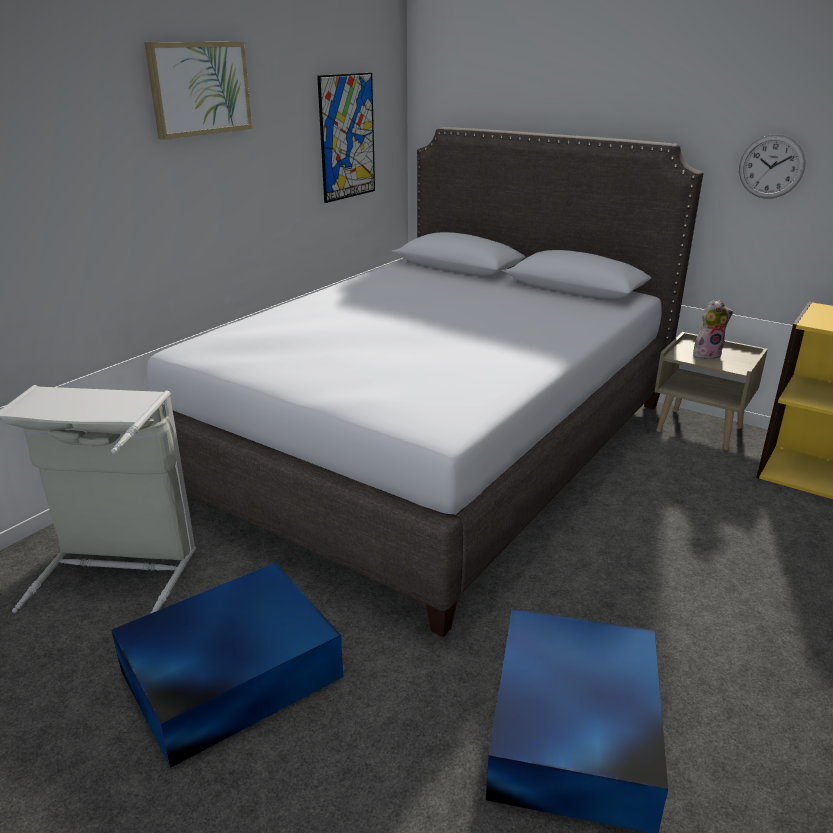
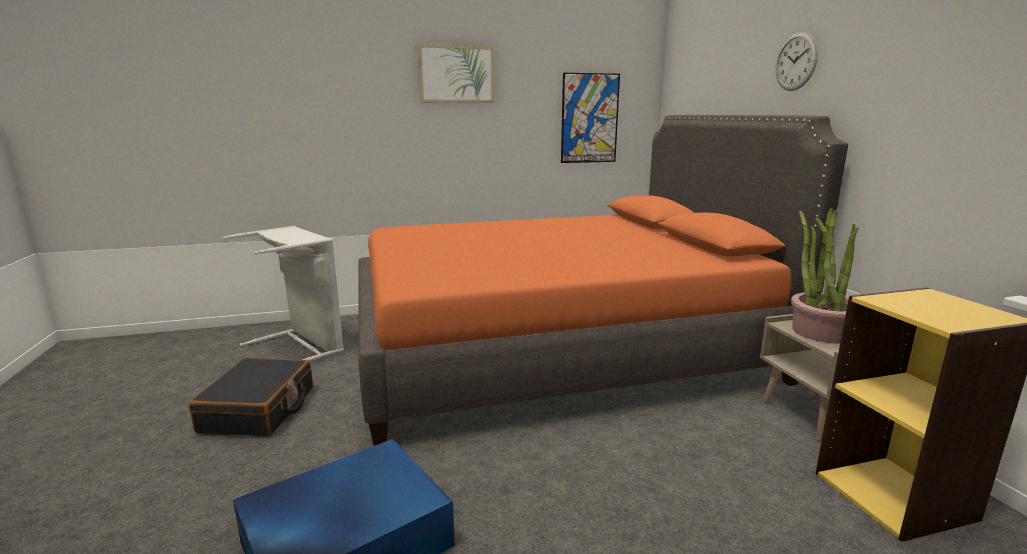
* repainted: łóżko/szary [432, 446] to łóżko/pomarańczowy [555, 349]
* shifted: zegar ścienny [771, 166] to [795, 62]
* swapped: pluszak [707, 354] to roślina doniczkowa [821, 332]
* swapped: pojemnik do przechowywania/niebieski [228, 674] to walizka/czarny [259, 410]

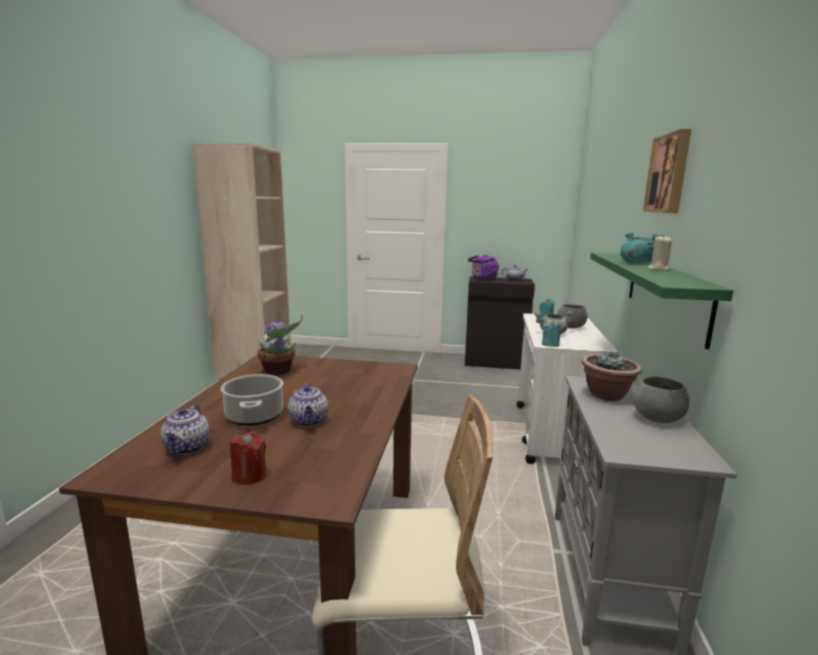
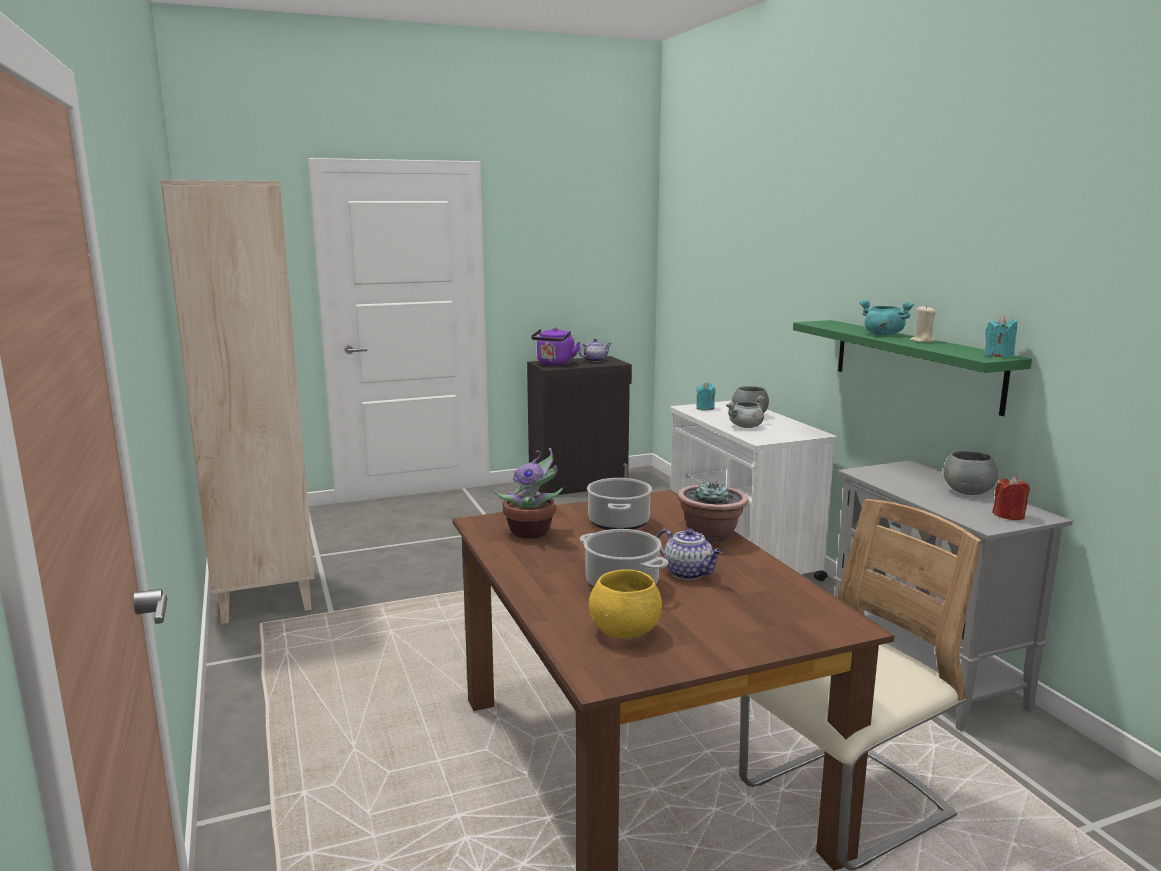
* gone: obraz [669, 174]
* shifted: świeca/turkusowy [550, 344] to [998, 355]
* shifted: roślina doniczkowa [607, 395] to [710, 536]
* swapped: imbryk [187, 448] to miska/żółty [625, 631]
* shifted: świeca/czerwony [249, 475] to [1009, 516]
* new: garnek [618, 522]

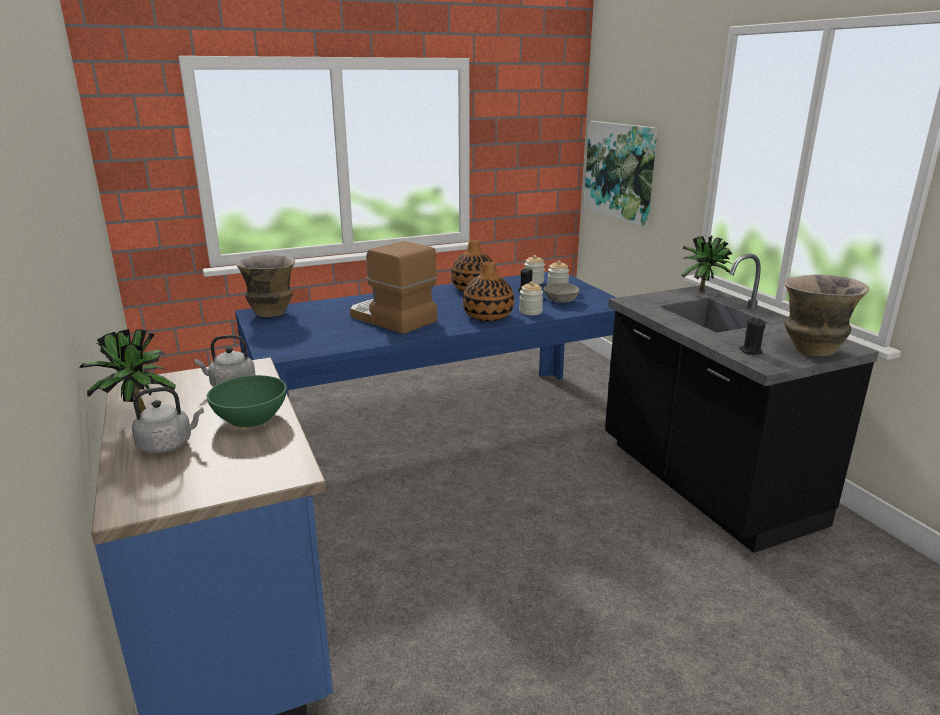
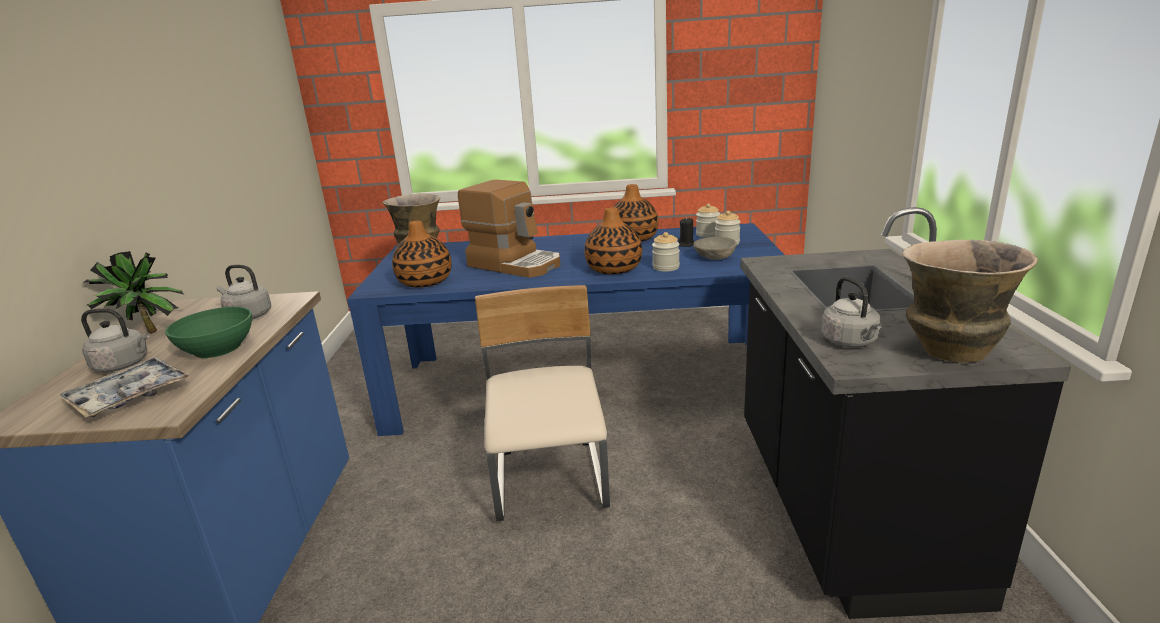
* gone: obraz [620, 171]
* gone: roślina doniczkowa [702, 290]
* rotated: ekspres do kawy [391, 319] = [515, 264] 150 degrees clockwise
* swapped: świeca/czarny [750, 351] to czajnik/szary [851, 342]
* new: wazon [425, 282]
* new: krzesło/beżowy [551, 481]
* new: taca [129, 396]

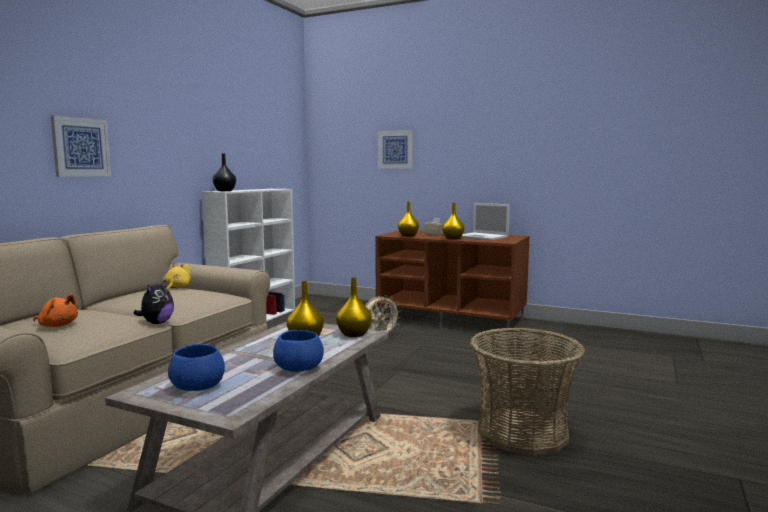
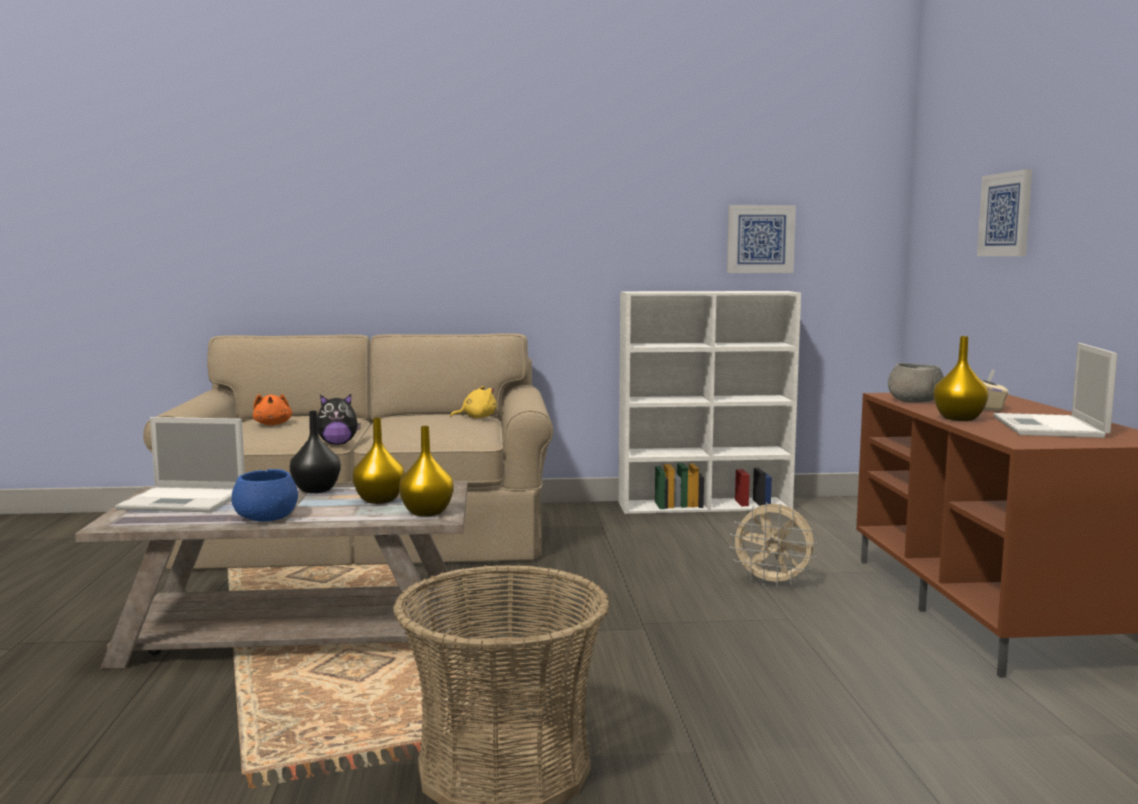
* shifted: obraz [81, 147] to [760, 239]
* shifted: wazon/czarny [225, 191] to [317, 490]
* swapped: wazon/żółty [407, 236] to miska/szary [914, 401]
* swapped: miska/niebieski [197, 386] to laptop [185, 501]

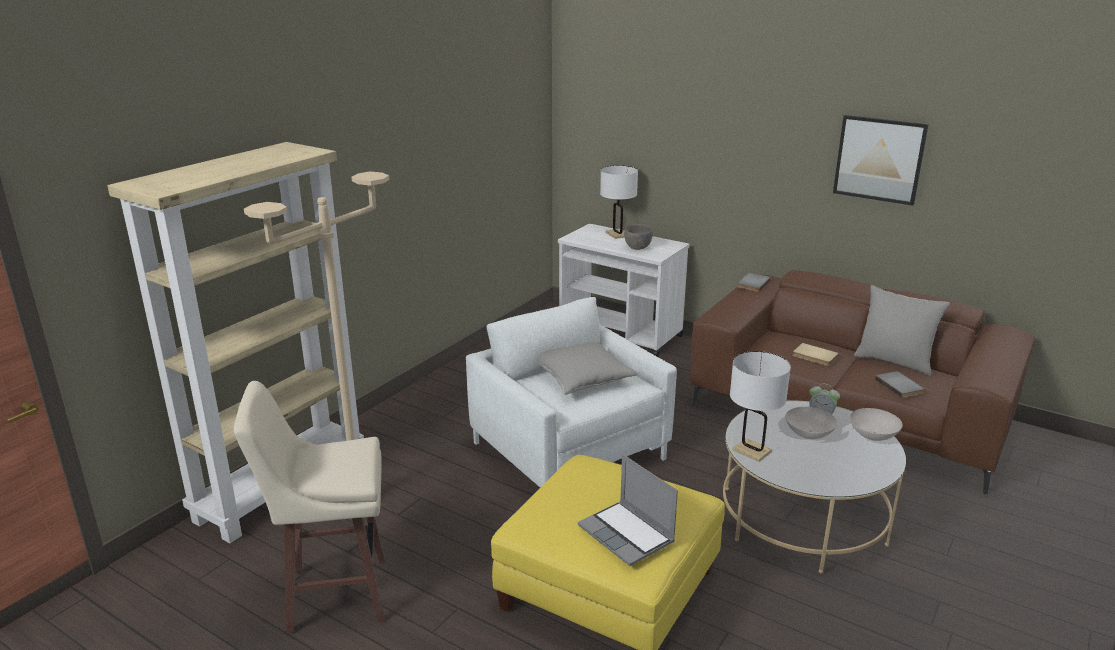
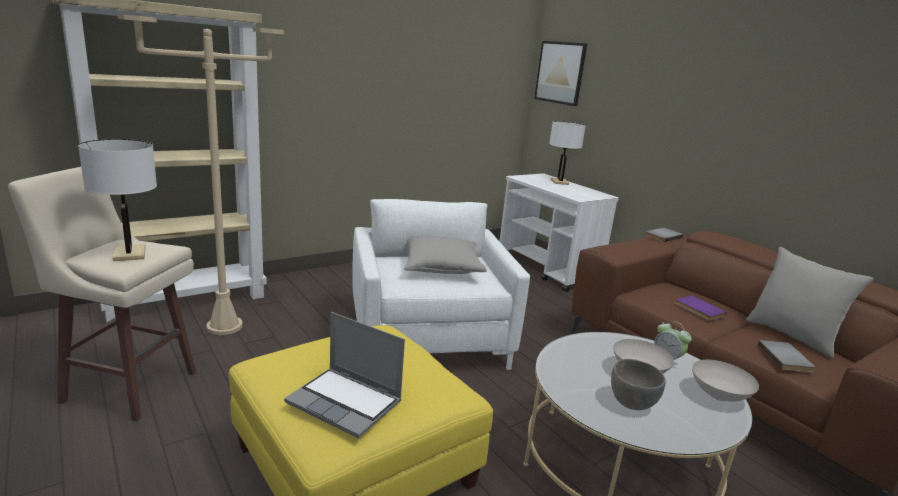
* shifted: obraz [879, 159] to [560, 73]
* shifted: miska/szary [637, 247] to [632, 402]
* repainted: książka/beżowy [814, 356] to książka/fioletowy [698, 310]
* shifted: lampa stołowa/biały [752, 451] to [129, 254]
* rotated: laptop [627, 535] = [346, 403] 45 degrees counterclockwise

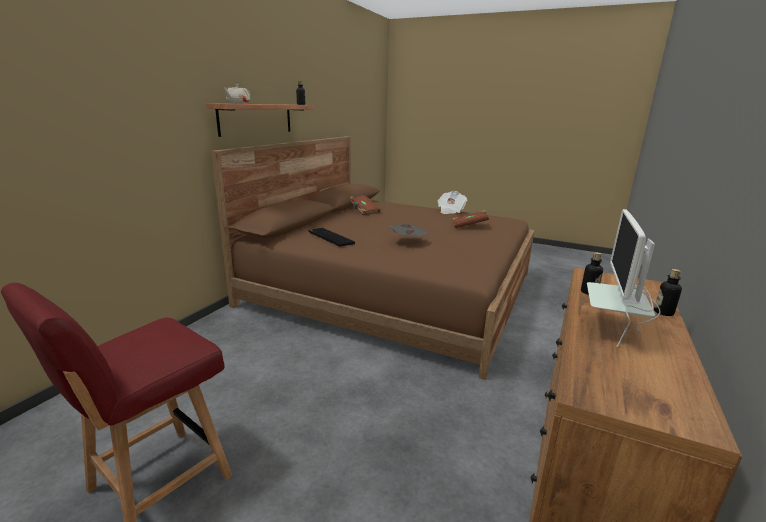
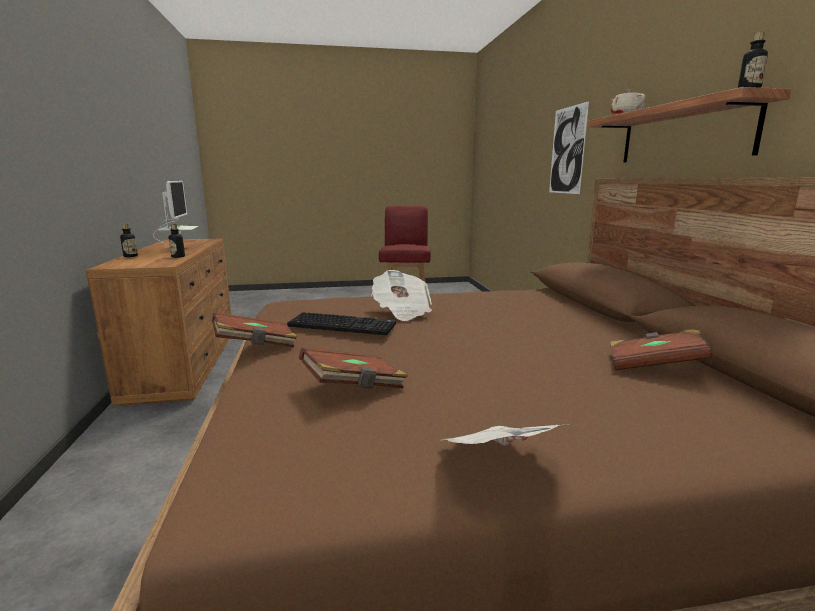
* shifted: klawiatura [329, 238] to [343, 325]
* new: obraz [567, 150]
* new: książka/brązowy [255, 345]

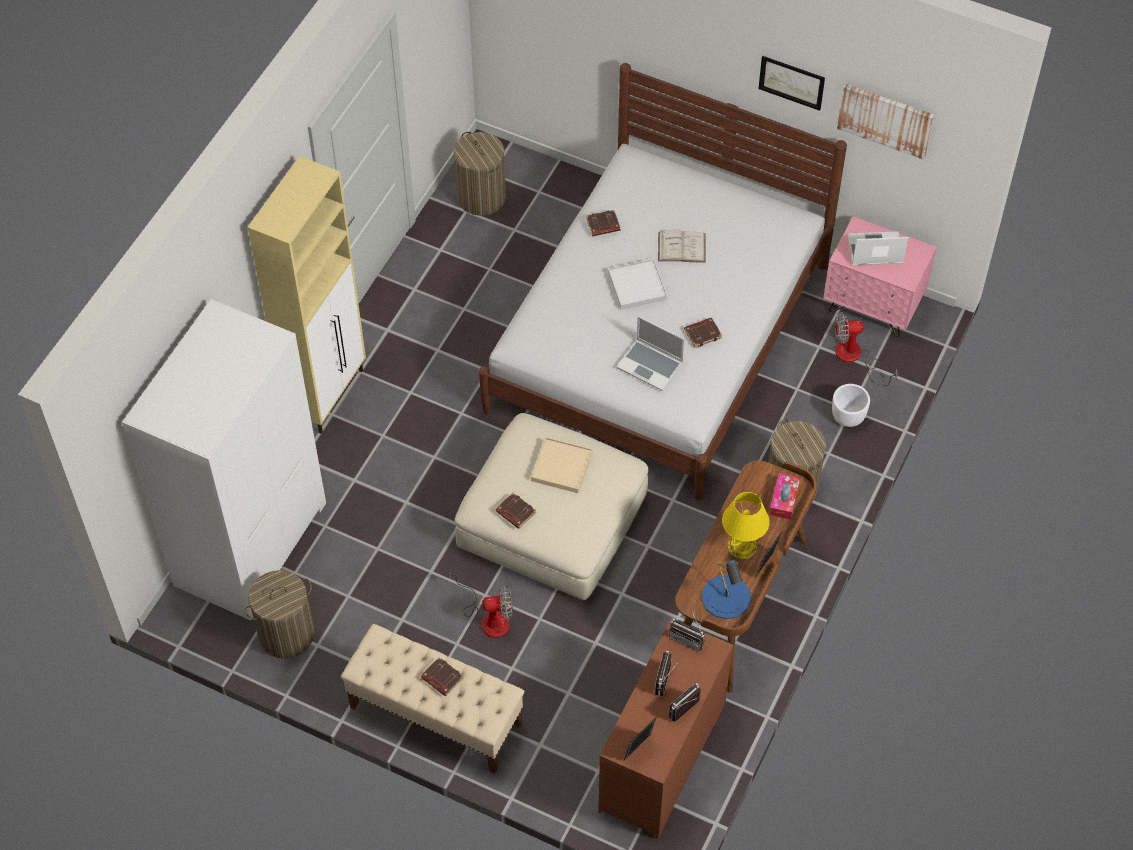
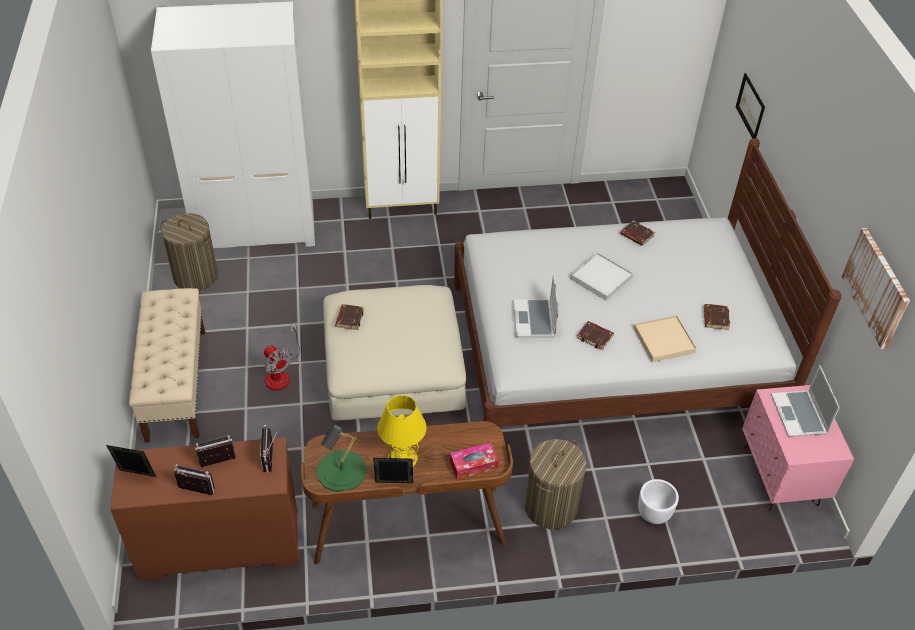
* shifted: obraz [791, 82] to [750, 106]
* gone: kosz na pranie [481, 197]
* gone: książka/biały [681, 247]
* rotated: laptop [874, 250] = [799, 415] 150 degrees counterclockwise
* gone: wentylator [855, 358]
* shifted: taca/beżowy [561, 467] to [663, 340]
* repainted: lampa stołowa/niebieski [726, 597] to lampa stołowa/zielony [341, 471]
* shifted: książka/brązowy [441, 678] to [715, 318]

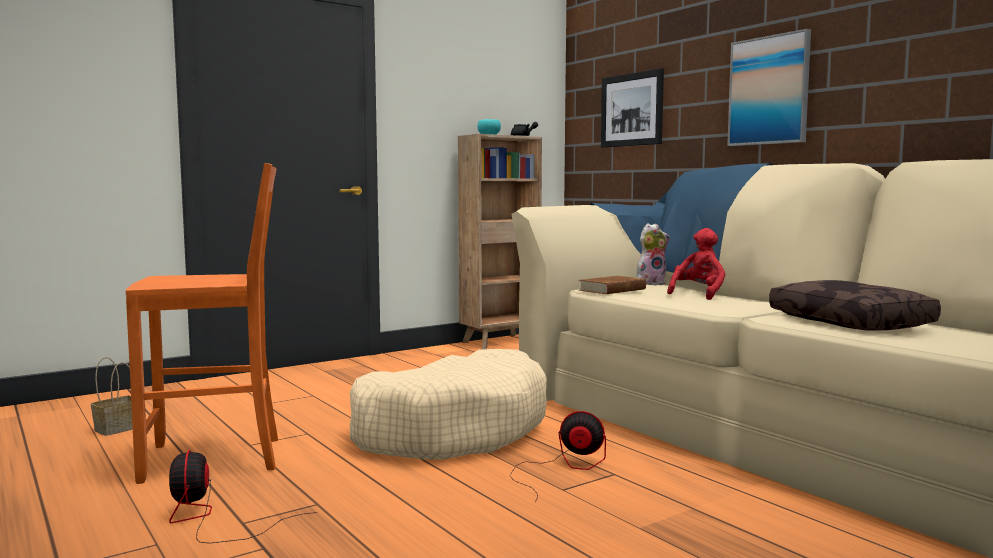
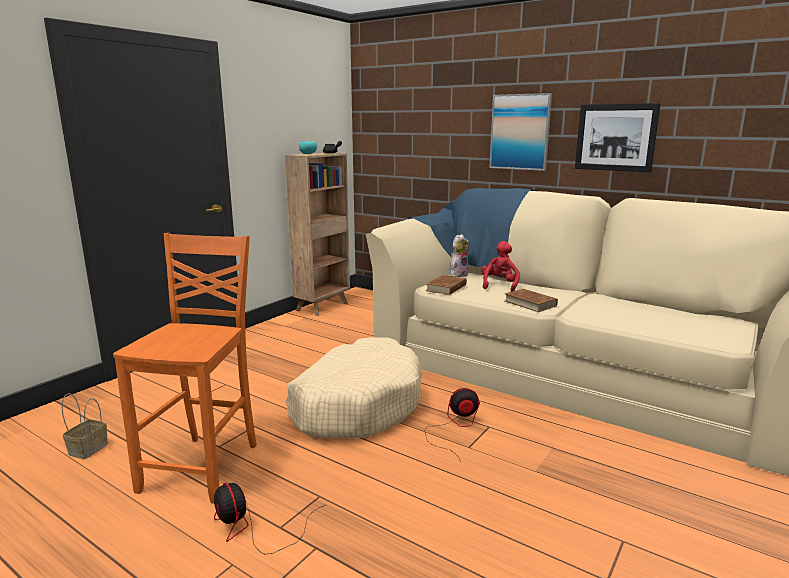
* shifted: obraz [631, 109] to [615, 137]
* rotated: krzesło/pomarańczowy [216, 459] = [204, 466] 45 degrees counterclockwise
* gone: poduszka/brązowy [851, 322]
* new: książka/brązowy [530, 303]

